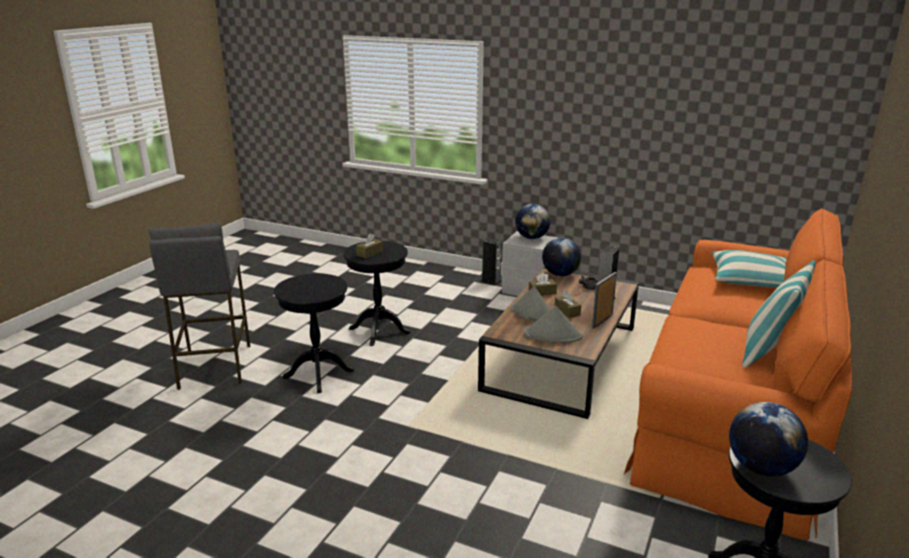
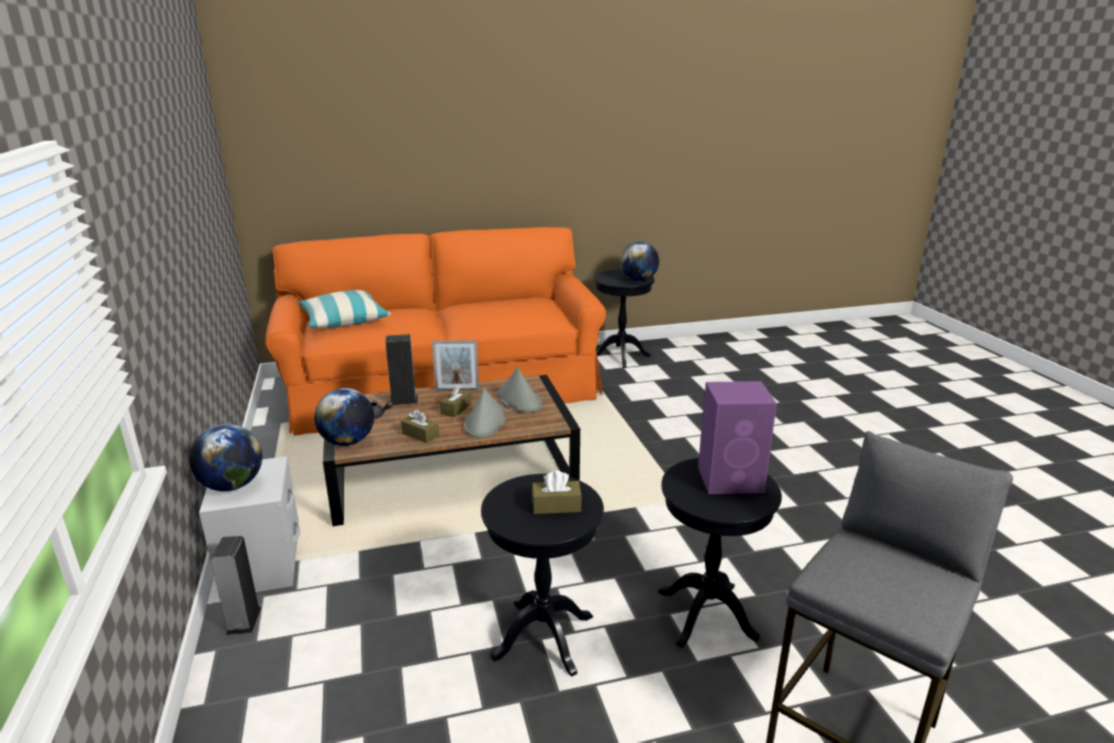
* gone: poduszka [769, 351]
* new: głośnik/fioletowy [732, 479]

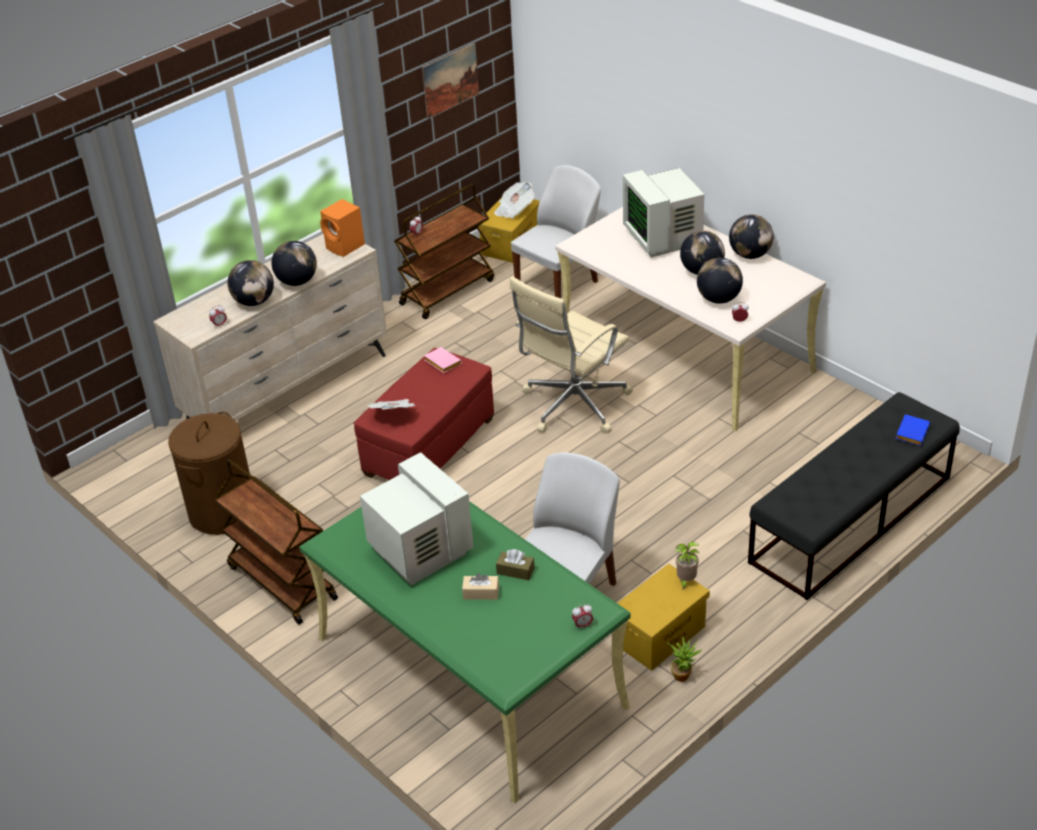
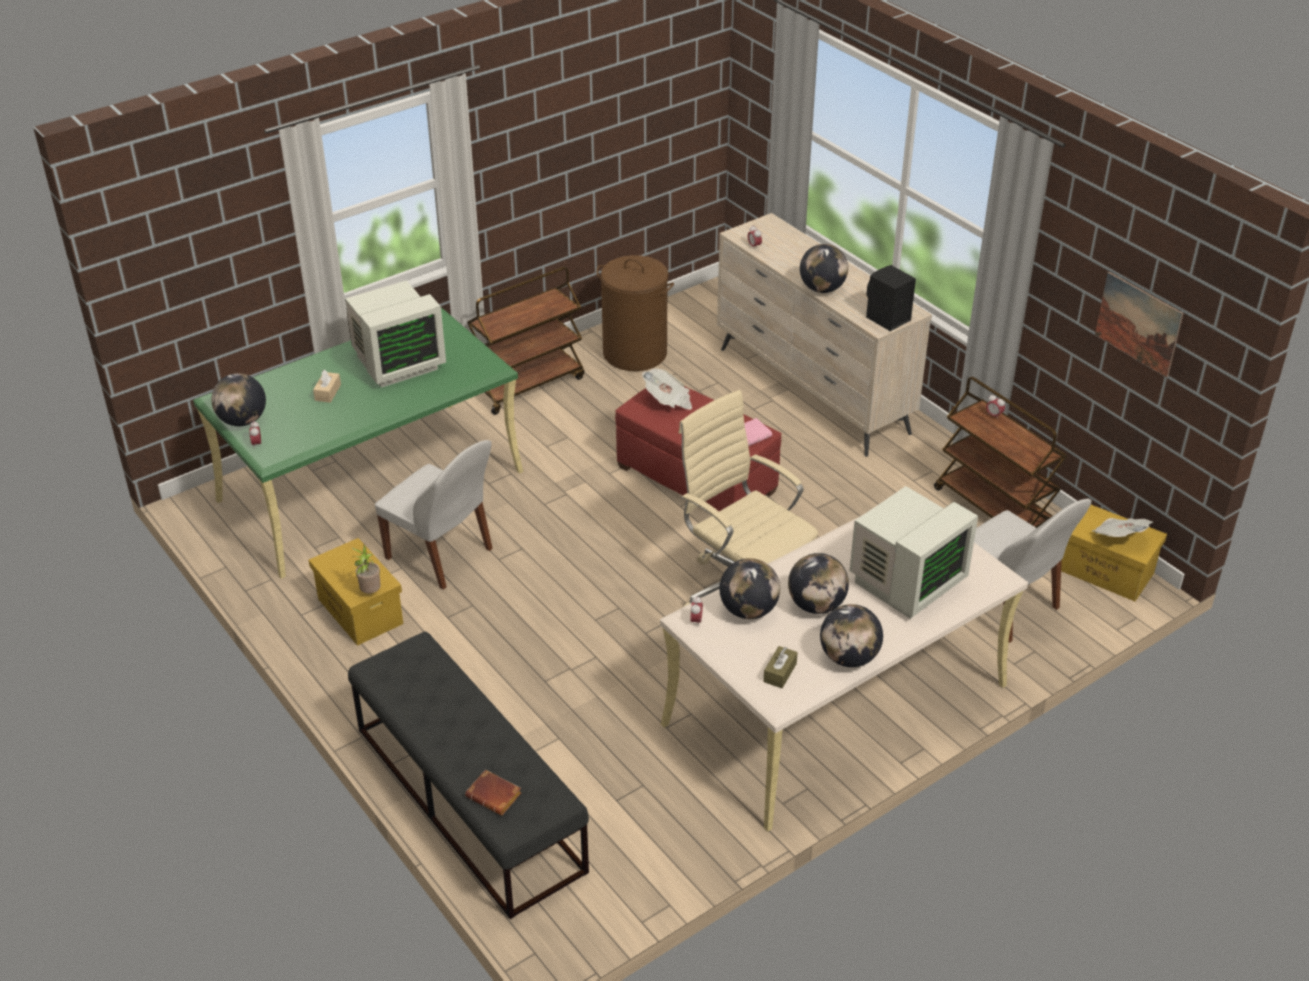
* rotated: monitor [664, 238] = [904, 583] 150 degrees clockwise
* repainted: głośnik/pomarańczowy [345, 247] to głośnik/czarny [886, 319]
* shifted: globus [254, 302] to [243, 421]
* repainted: książka/niebieski [911, 432] to książka/brązowy [495, 795]
* shifted: pudełko chusteczek/brązowy [515, 571] to [780, 673]
* gone: roślina doniczkowa [683, 674]

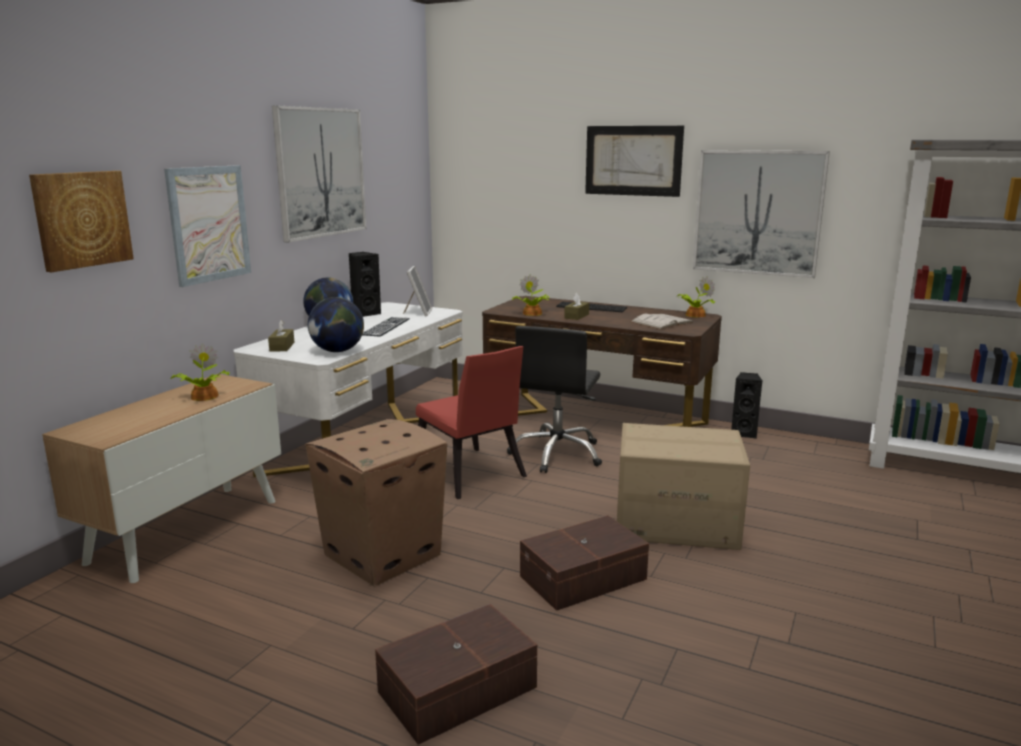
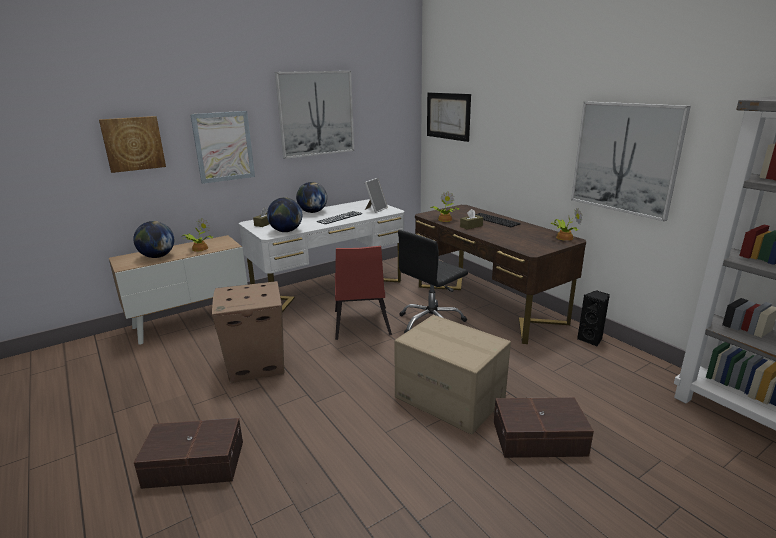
* shifted: obraz [633, 160] to [448, 116]
* gone: głośnik/czarny [365, 313]
* gone: książka/biały [662, 322]
* shifted: pojemnik do przechowywania/brązowy [585, 578] to [540, 439]
* new: globus [157, 256]

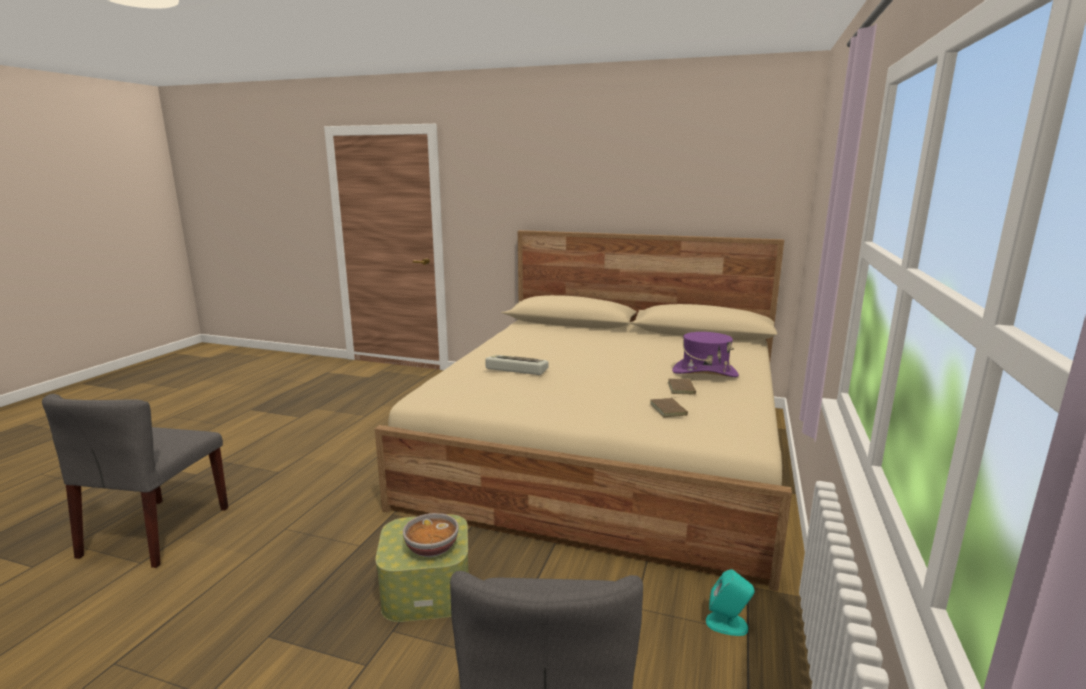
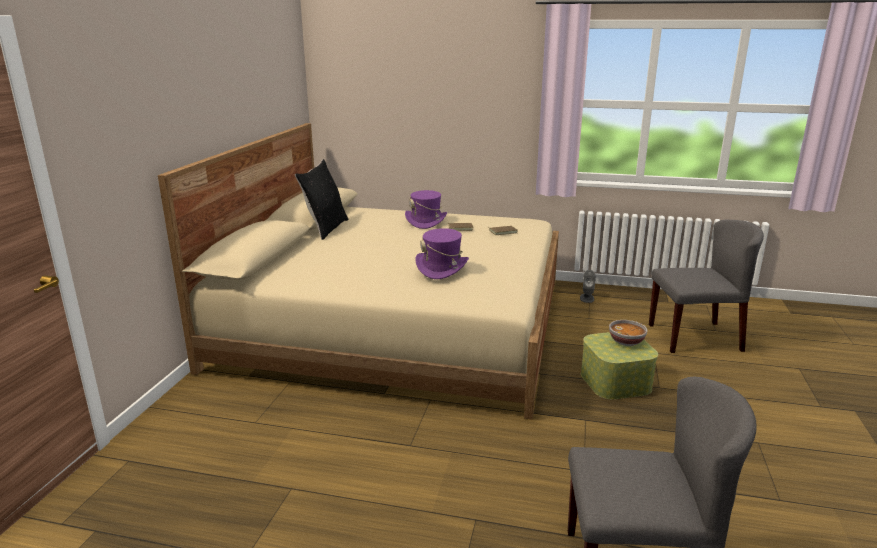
* swapped: klawiatura [515, 369] to kapelusz/fioletowy [442, 268]
* repainted: głośnik/turkusowy [727, 624] to głośnik/szary [587, 298]
* new: poduszka/czarny [325, 228]

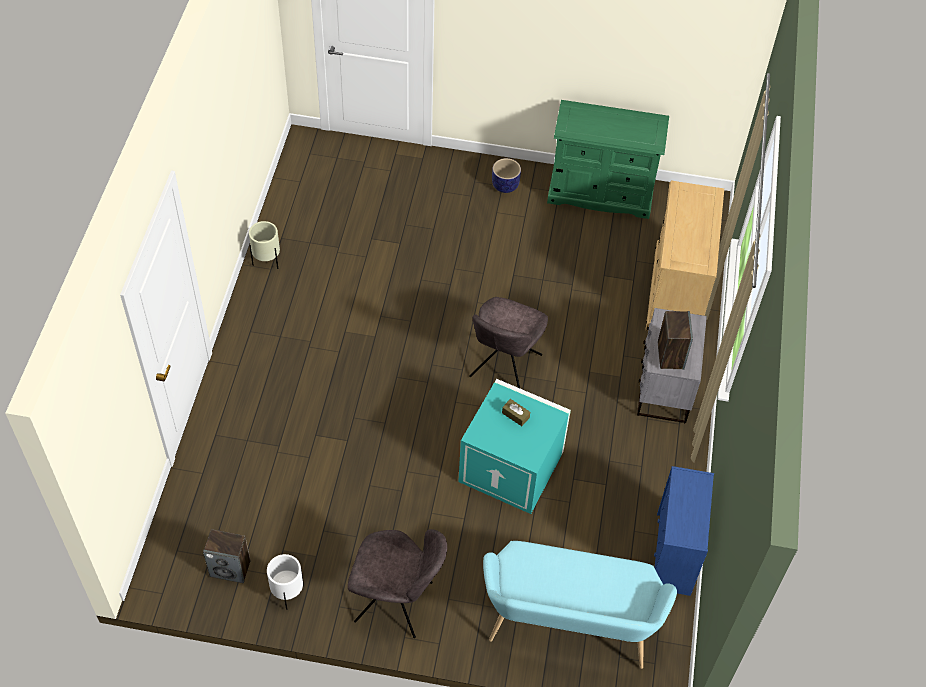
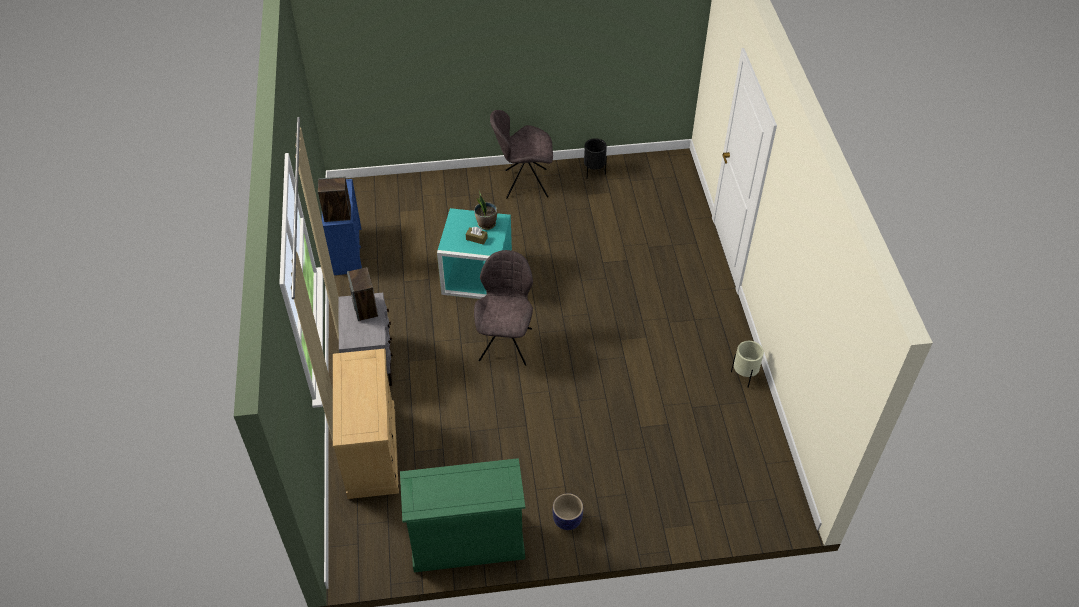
* shifted: głośnik [230, 568] to [337, 214]
* gone: ławka/turkusowy [568, 628]
* repainted: donica/biały [288, 593] to donica/czarny [594, 172]
* new: roślina doniczkowa [486, 224]

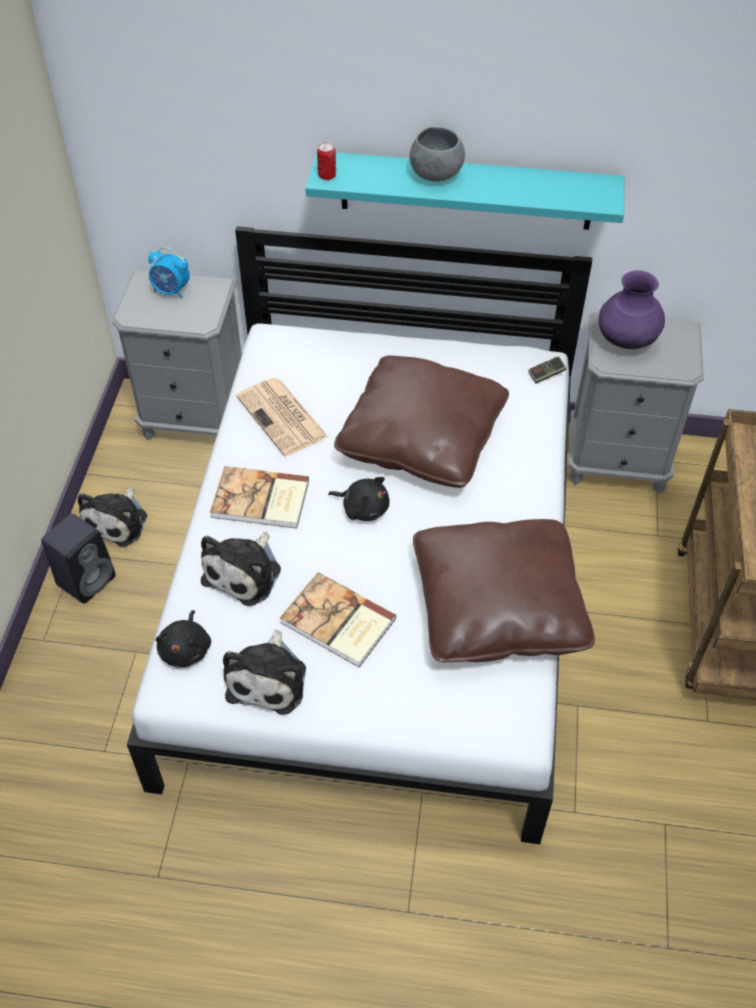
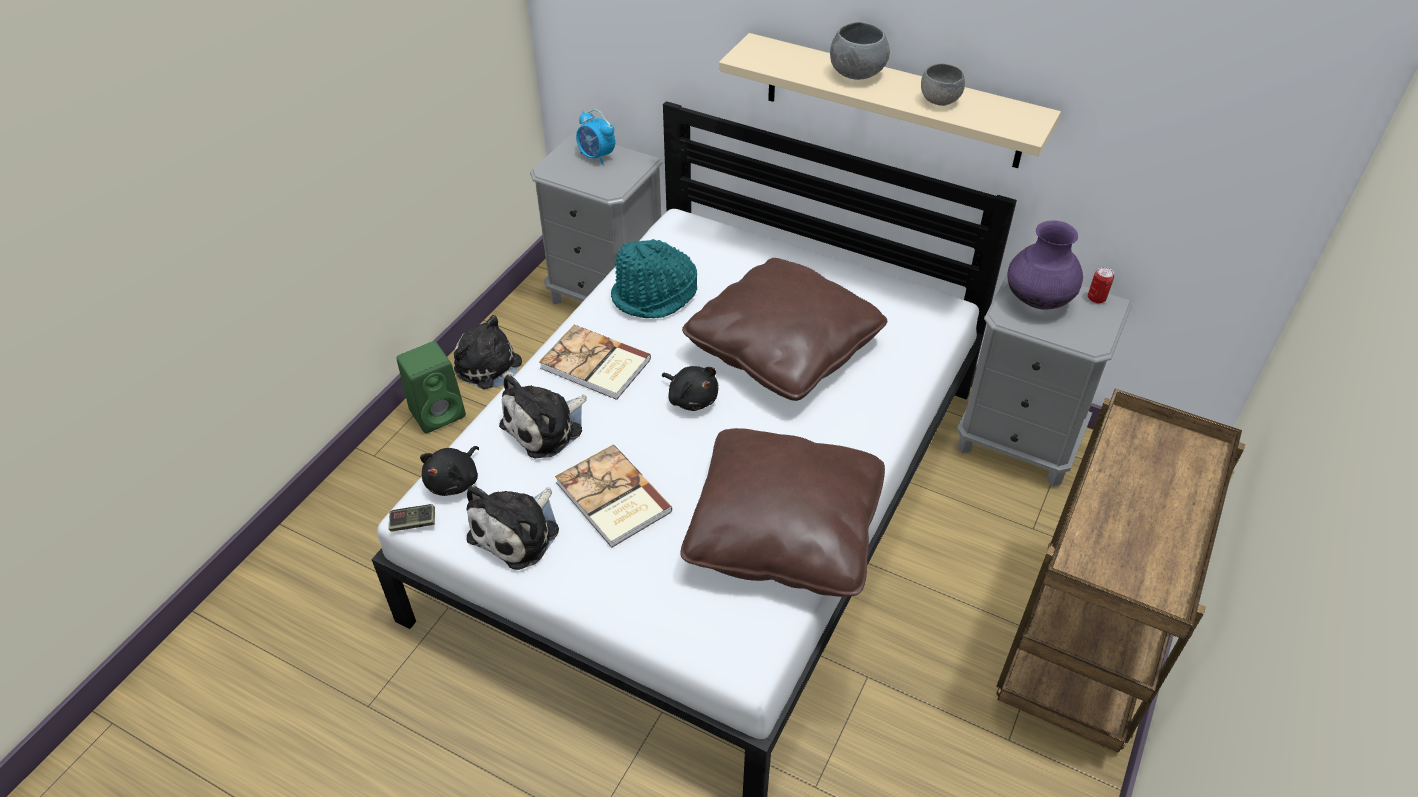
* shifted: puszka [327, 176] to [1096, 298]
* repainted: półka/turkusowy [466, 190] to półka/beżowy [893, 101]
* shifted: pad do gier [546, 374] to [413, 523]
* swapped: gazeta [283, 417] to kapelusz/turkusowy [655, 296]
* rotated: pluszak [118, 521] = [491, 369] 90 degrees clockwise
* repainted: głośnik/czarny [87, 579] to głośnik/zielony [439, 412]
* new: miska/szary [940, 100]

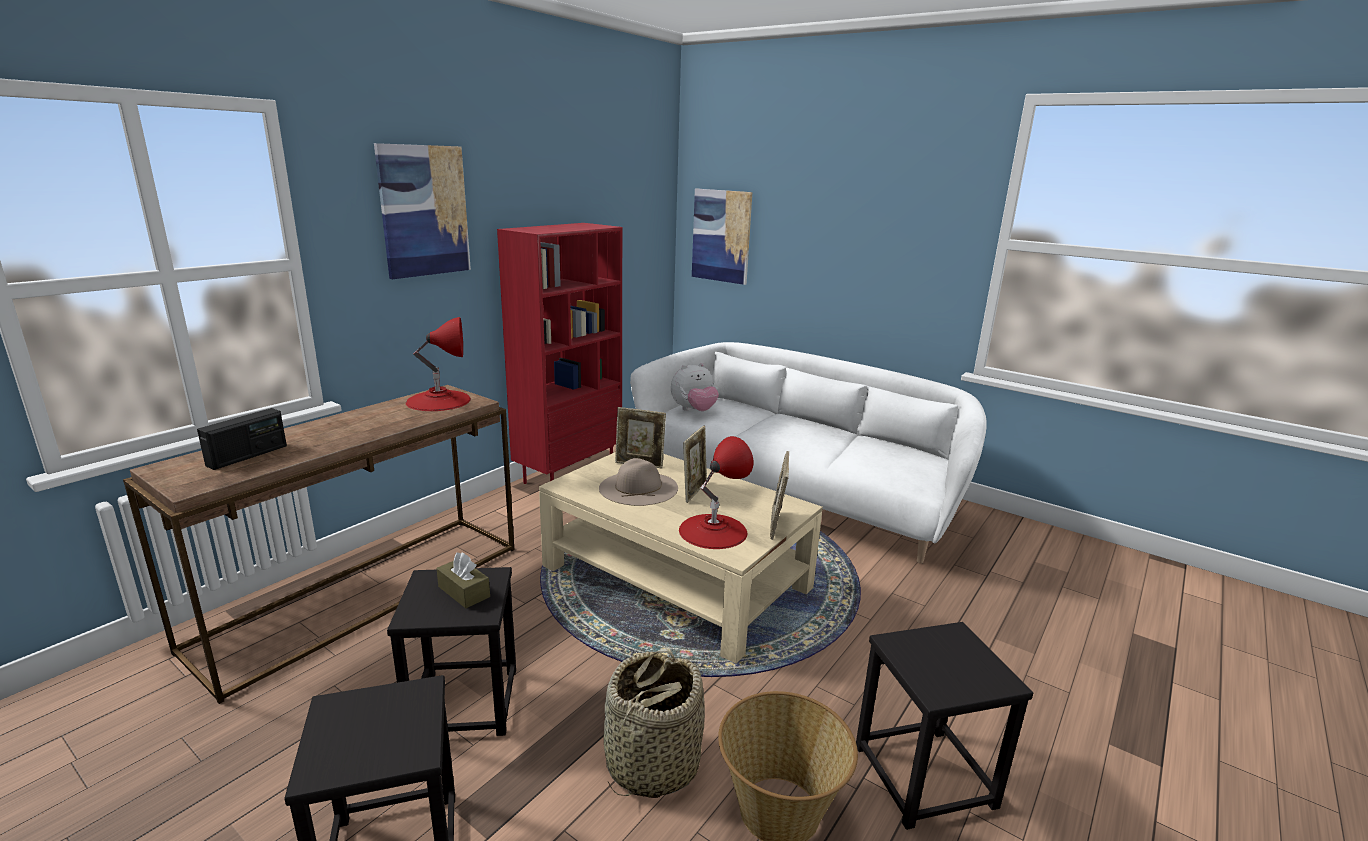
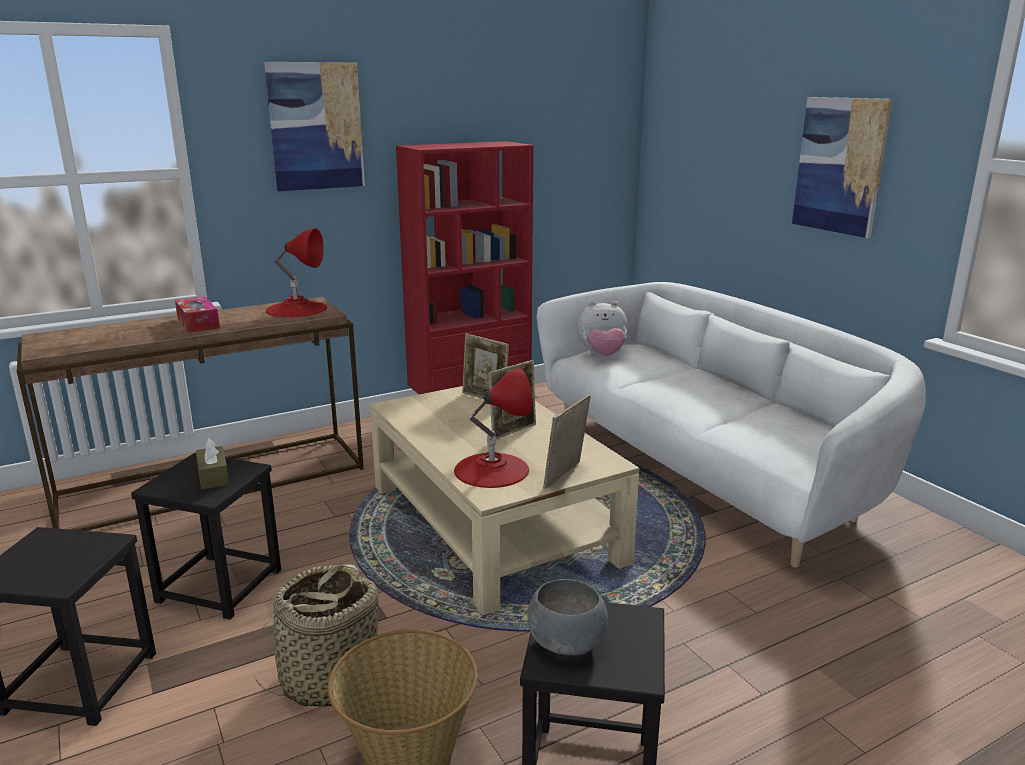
* shifted: obraz [721, 236] to [840, 165]
* gone: radio [247, 456]
* gone: kapelusz/beżowy [638, 488]
* new: pudełko chusteczek [198, 323]
* new: miska/szary [568, 643]

